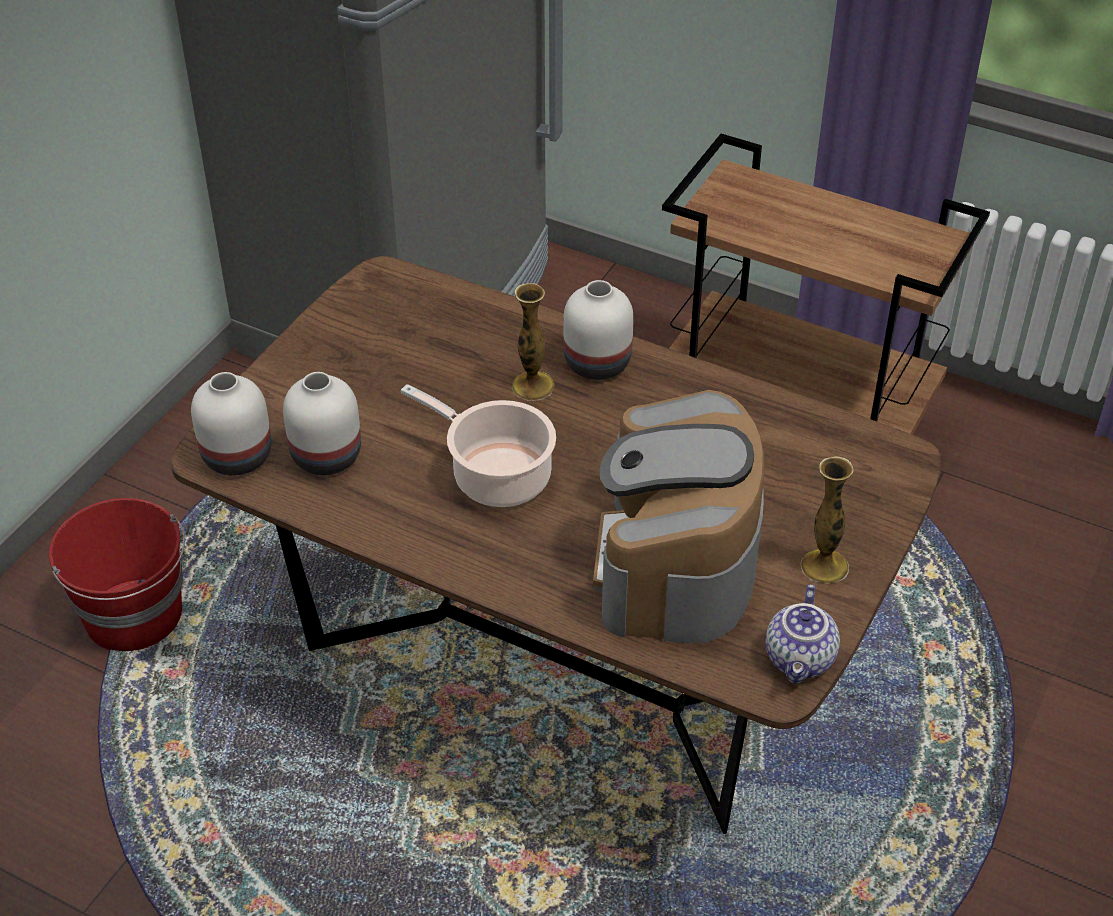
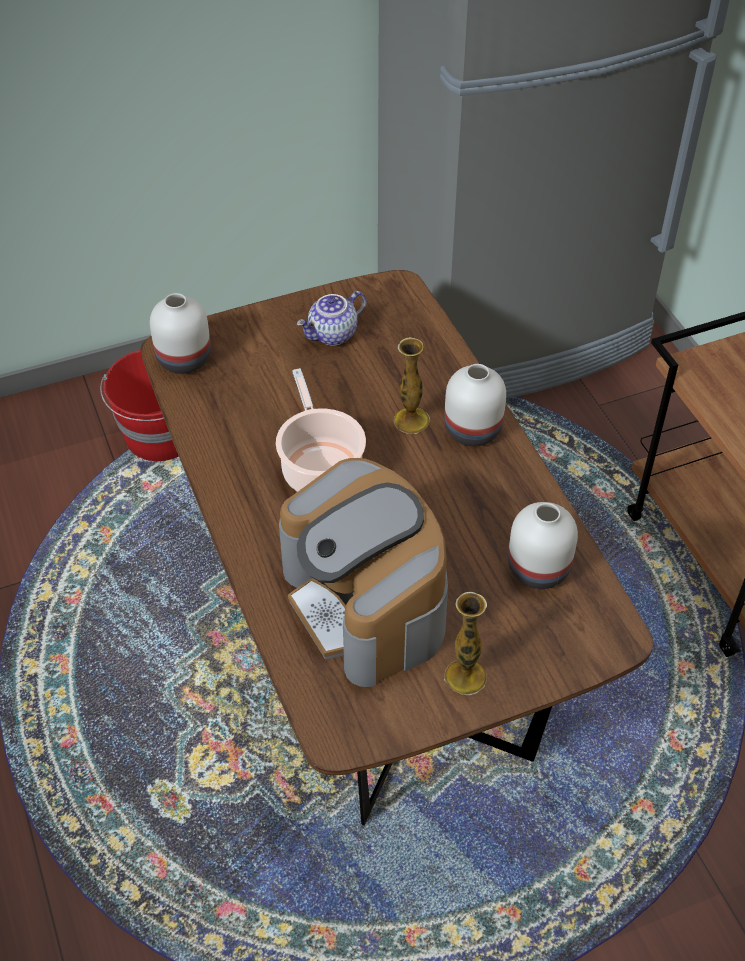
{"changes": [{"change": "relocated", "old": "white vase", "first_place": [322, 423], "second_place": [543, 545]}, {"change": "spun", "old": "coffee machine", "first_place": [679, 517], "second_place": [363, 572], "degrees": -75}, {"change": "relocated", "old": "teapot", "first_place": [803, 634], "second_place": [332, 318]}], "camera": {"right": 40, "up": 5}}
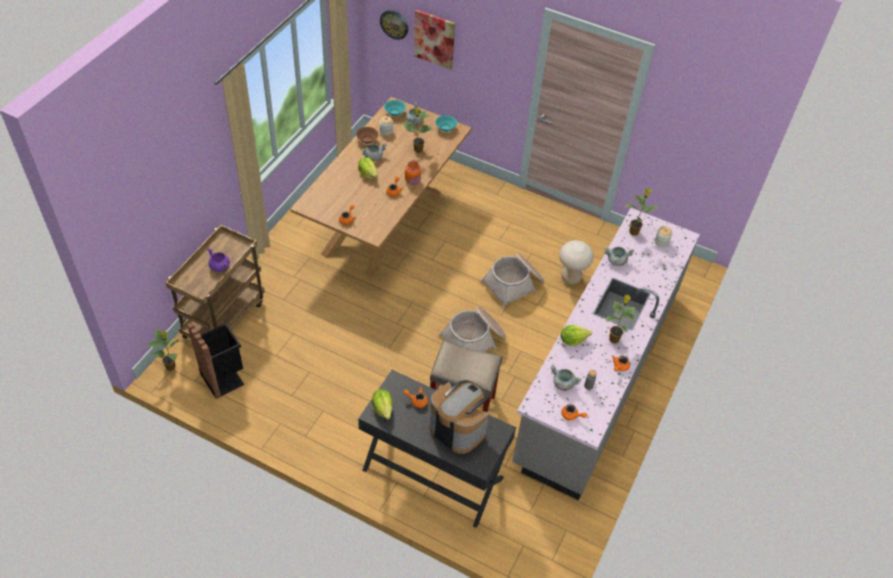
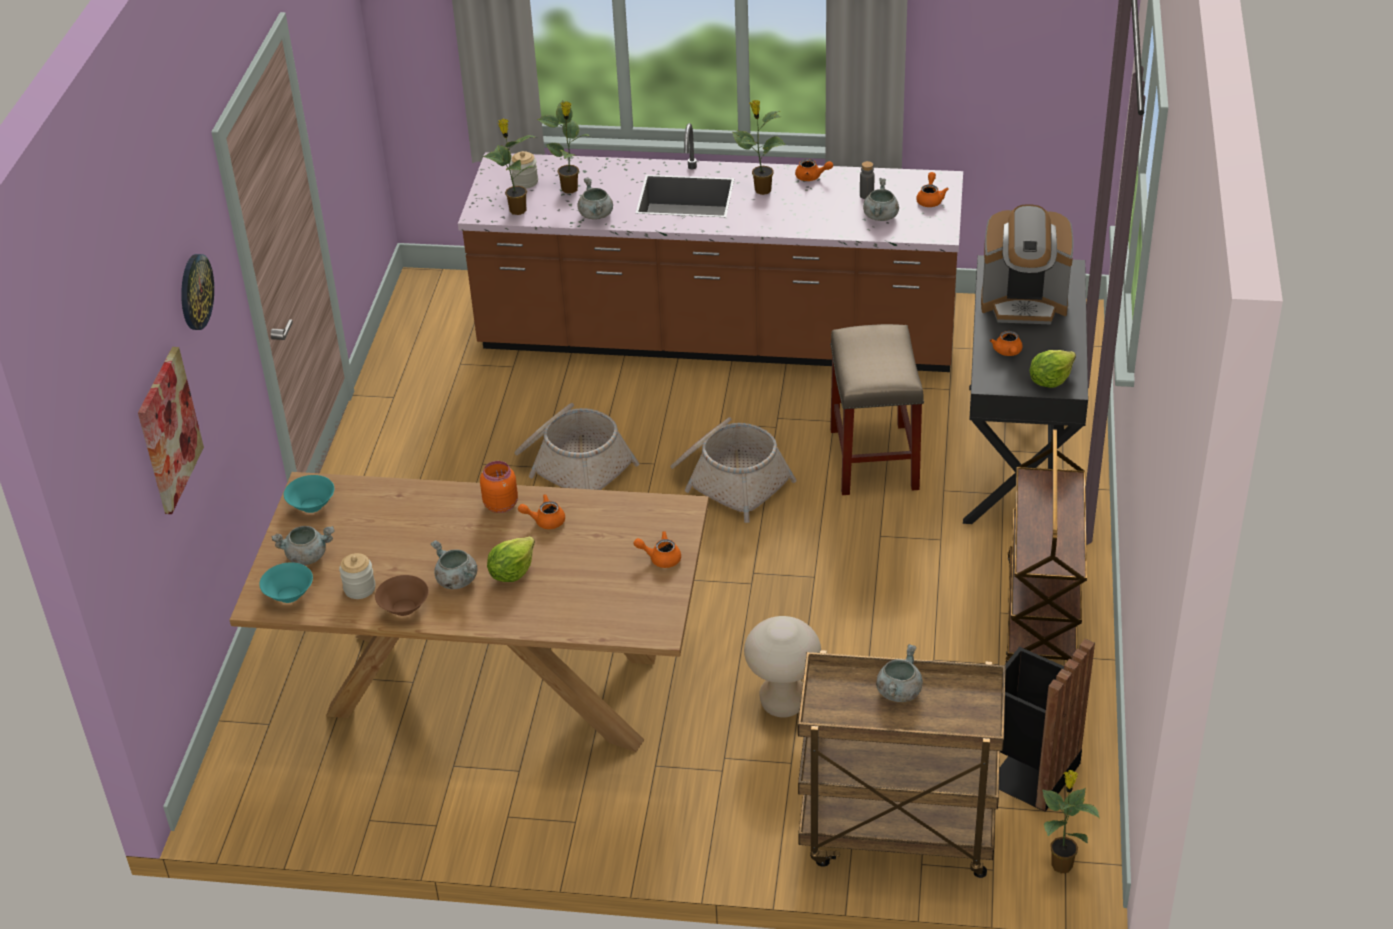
{"changes": [{"change": "colour", "old": "purple cooking pot", "new": "grey cooking pot", "first_place": [218, 260], "second_place": [899, 673]}, {"change": "relocated", "old": "wall clock", "first_place": [394, 25], "second_place": [197, 292]}, {"change": "relocated", "old": "potted plant", "first_place": [417, 130], "second_place": [563, 147]}, {"change": "spun", "old": "coffee machine", "first_place": [459, 417], "second_place": [1027, 264], "degrees": -105}, {"change": "colour", "old": "grey counter", "new": "brown counter", "first_place": [606, 354], "second_place": [710, 247]}, {"change": "relocated", "old": "beige stool", "first_place": [576, 262], "second_place": [782, 666]}, {"change": "missing", "old": "lettuce", "first_place": [576, 335]}, {"change": "appeared", "new": "brown cart", "second_place": [1046, 546]}], "camera": {"right": -105, "up": -10}}
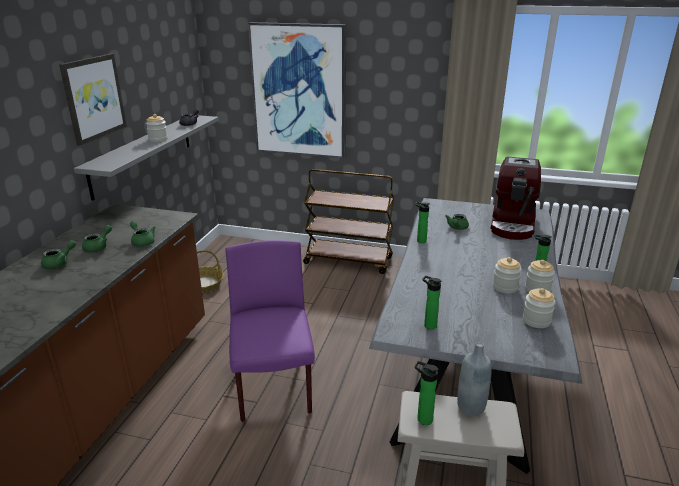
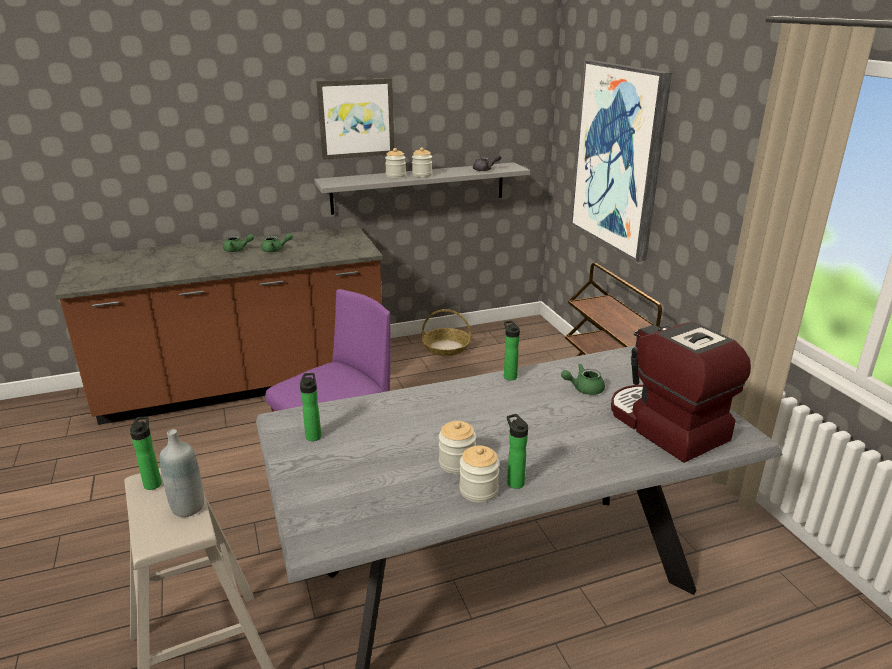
{"changes": [{"change": "missing", "old": "green teapot", "first_place": [143, 234]}, {"change": "spun", "old": "coffee machine", "first_place": [516, 198], "second_place": [681, 392], "degrees": 75}, {"change": "relocated", "old": "jar", "first_place": [539, 308], "second_place": [395, 163]}], "camera": {"right": 55, "up": 0}}
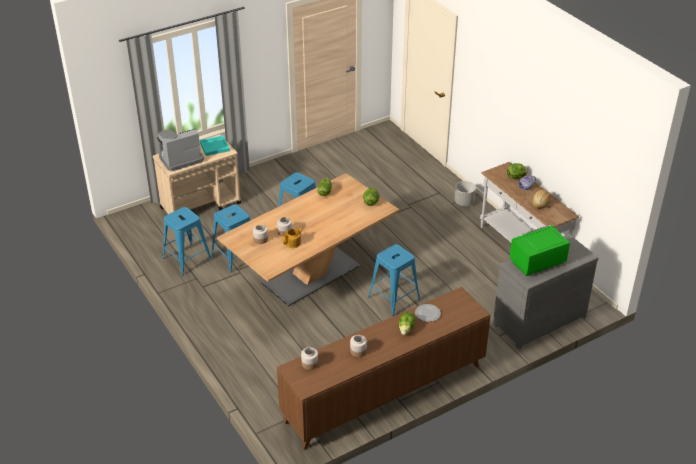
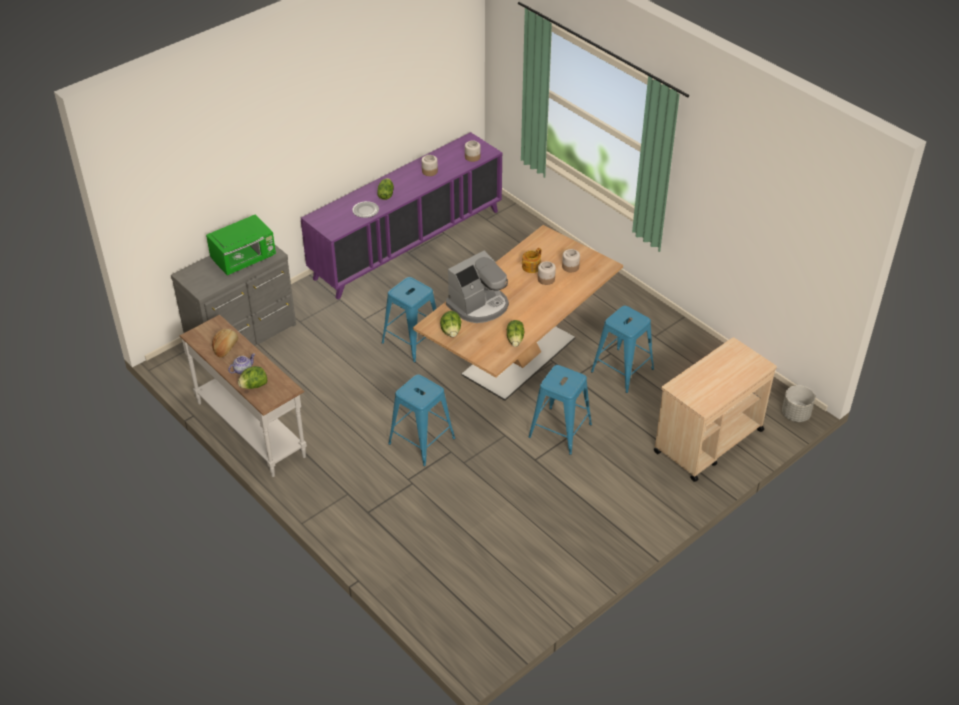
{"changes": [{"change": "relocated", "old": "coffee machine", "first_place": [180, 150], "second_place": [477, 287]}, {"change": "relocated", "old": "blue stool", "first_place": [187, 241], "second_place": [421, 420]}, {"change": "missing", "old": "turquoise tray", "first_place": [215, 145]}, {"change": "colour", "old": "brown cabinet", "new": "purple cabinet", "first_place": [383, 368], "second_place": [401, 216]}, {"change": "relocated", "old": "grey planter", "first_place": [465, 193], "second_place": [798, 403]}], "camera": {"right": 170, "up": 5}}
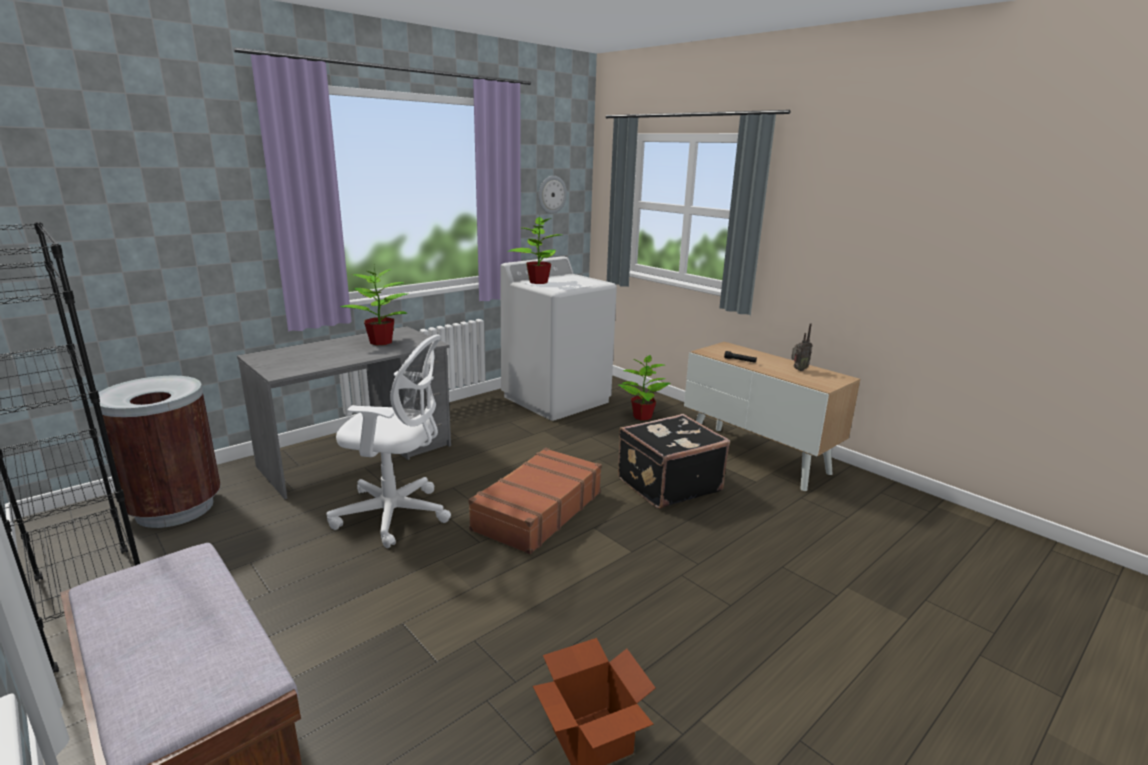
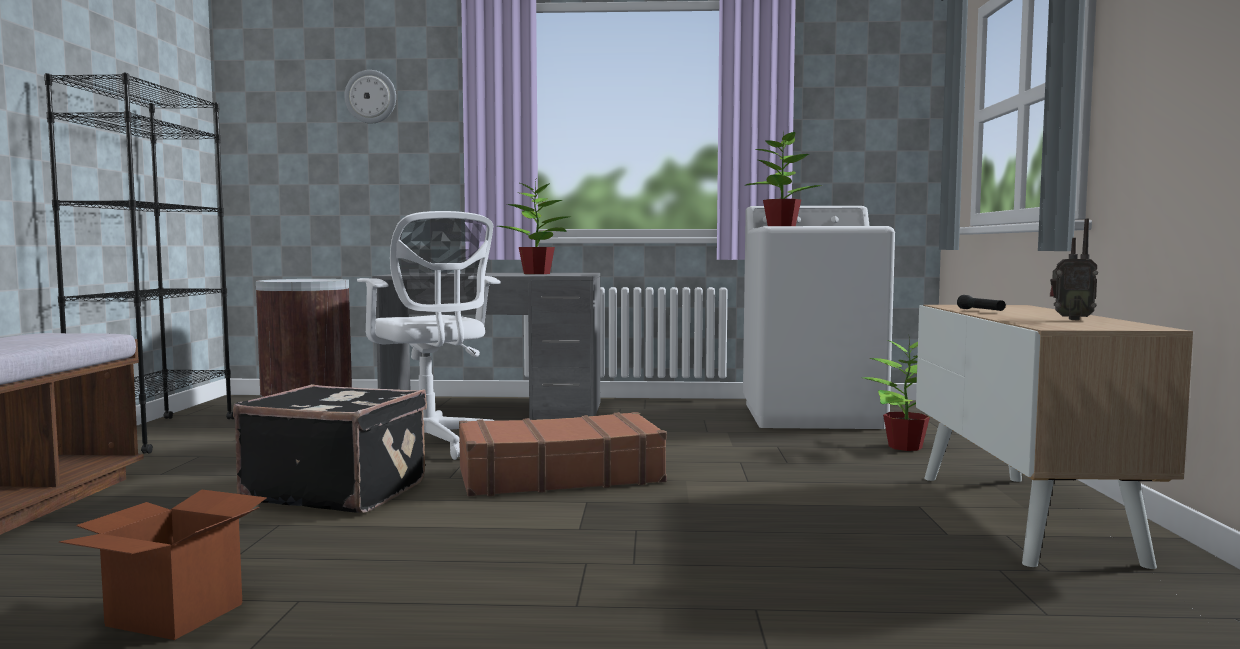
{"changes": [{"change": "relocated", "old": "wall clock", "first_place": [553, 195], "second_place": [370, 97]}, {"change": "relocated", "old": "black suitcase", "first_place": [674, 461], "second_place": [330, 448]}], "camera": {"right": 45, "up": -15}}
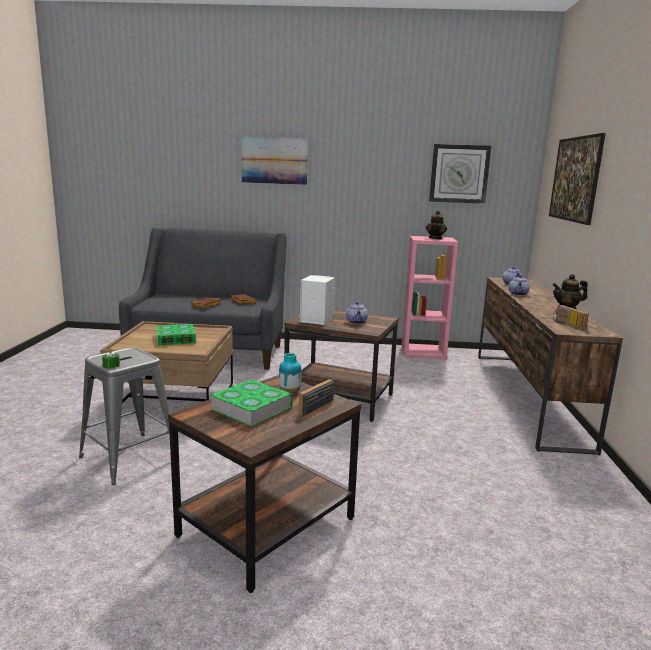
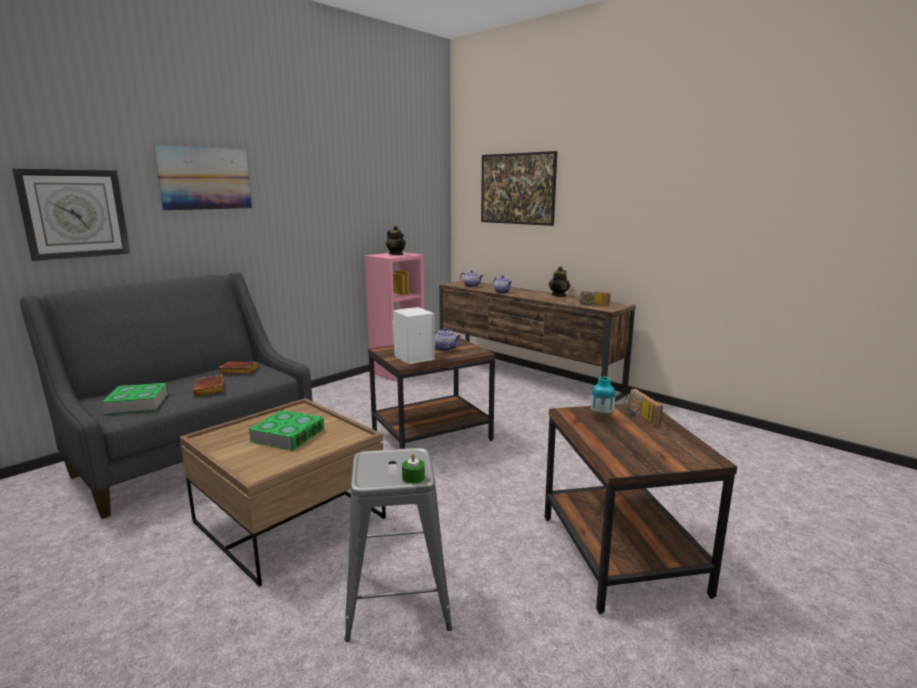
{"changes": [{"change": "relocated", "old": "book", "first_place": [251, 403], "second_place": [135, 398]}, {"change": "relocated", "old": "wall clock", "first_place": [460, 174], "second_place": [71, 214]}], "camera": {"right": -50, "up": 0}}
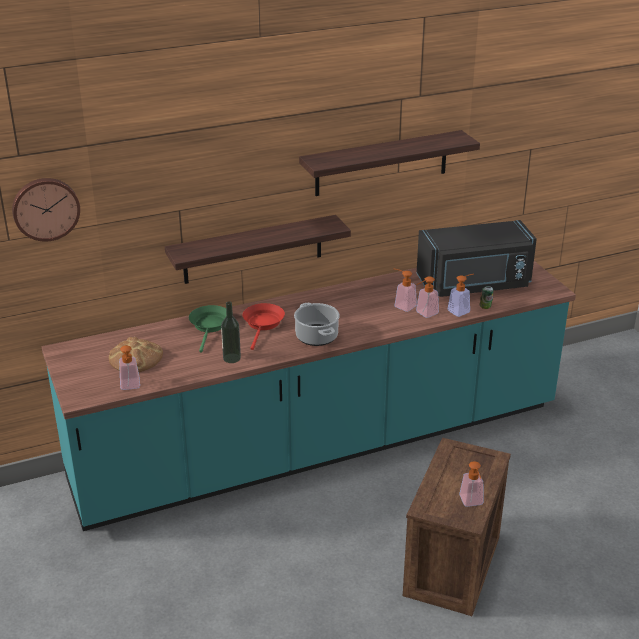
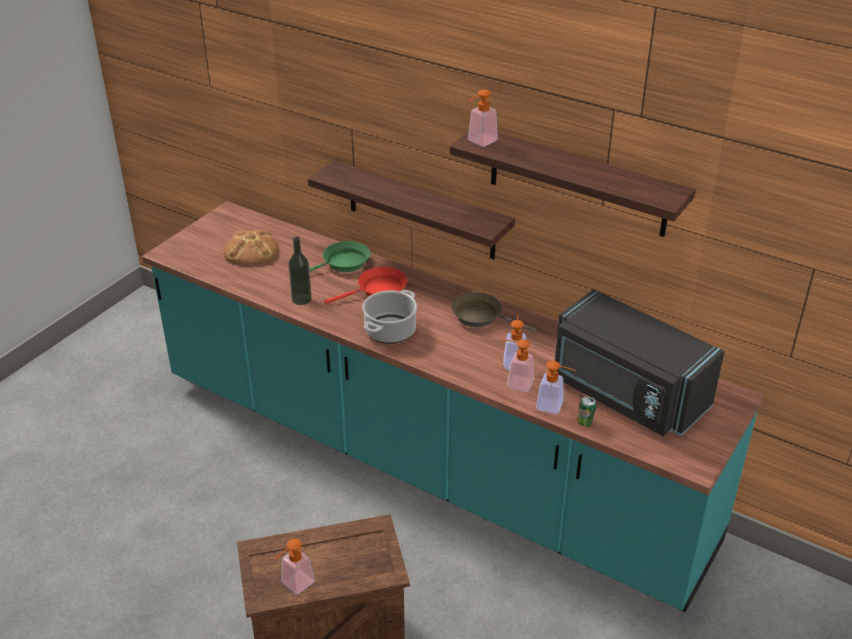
{"changes": [{"change": "missing", "old": "wall clock", "first_place": [46, 210]}, {"change": "relocated", "old": "soap dispenser", "first_place": [129, 367], "second_place": [483, 118]}, {"change": "appeared", "new": "brown frying pan", "second_place": [494, 312]}], "camera": {"right": 55, "up": 5}}
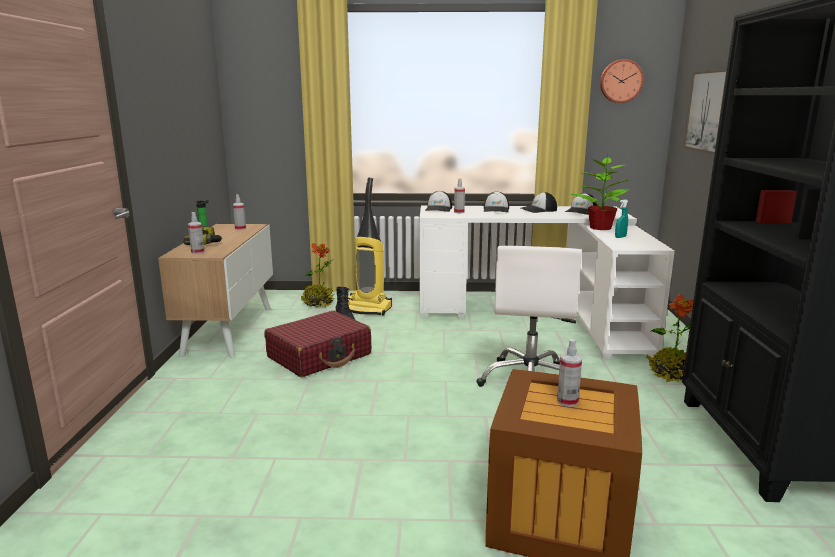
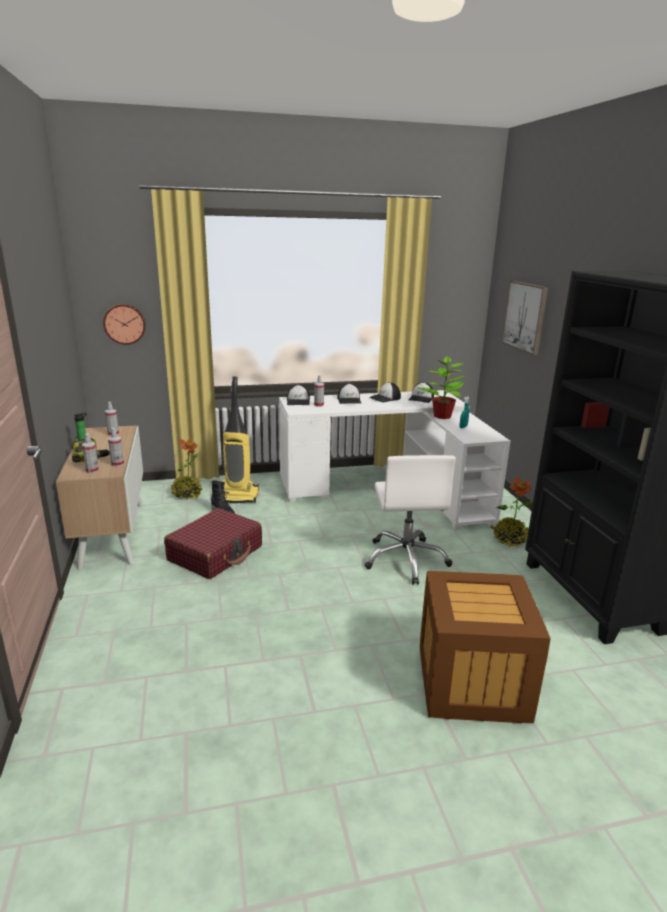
{"changes": [{"change": "relocated", "old": "spray bottle", "first_place": [569, 373], "second_place": [116, 447]}, {"change": "relocated", "old": "wall clock", "first_place": [622, 81], "second_place": [124, 324]}], "camera": {"right": -15, "up": 5}}
